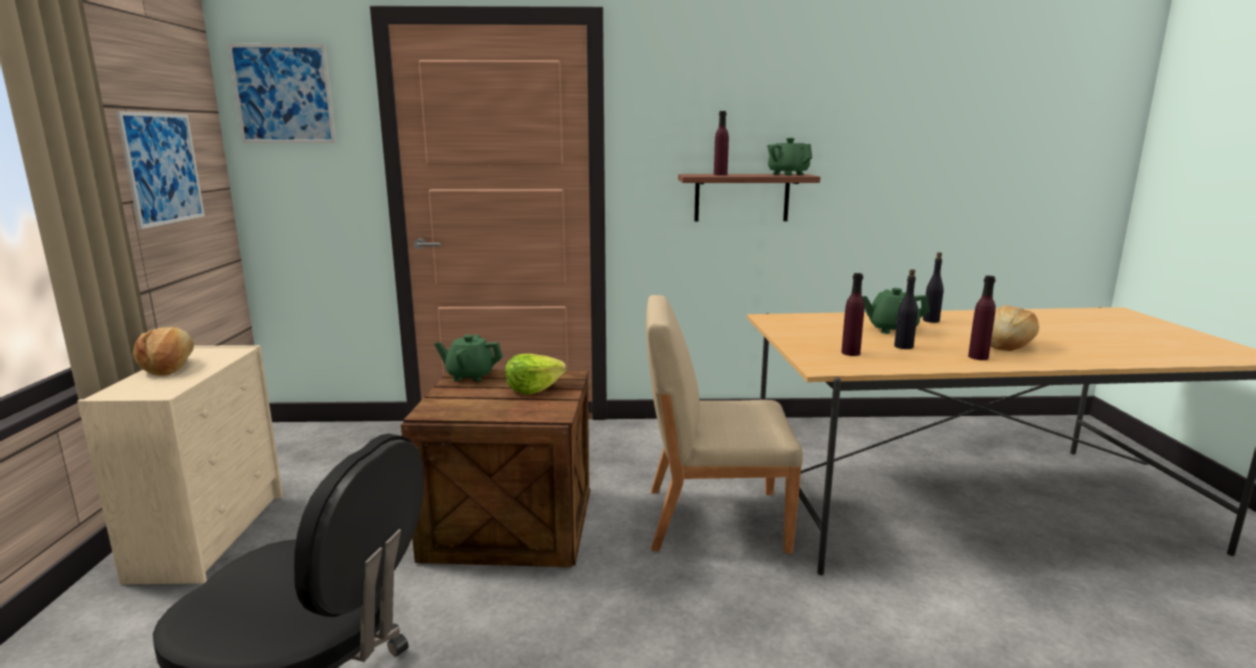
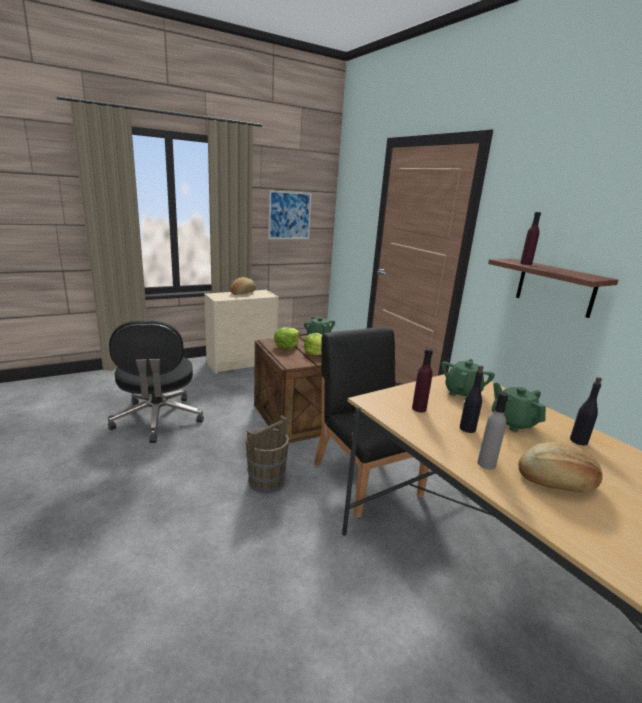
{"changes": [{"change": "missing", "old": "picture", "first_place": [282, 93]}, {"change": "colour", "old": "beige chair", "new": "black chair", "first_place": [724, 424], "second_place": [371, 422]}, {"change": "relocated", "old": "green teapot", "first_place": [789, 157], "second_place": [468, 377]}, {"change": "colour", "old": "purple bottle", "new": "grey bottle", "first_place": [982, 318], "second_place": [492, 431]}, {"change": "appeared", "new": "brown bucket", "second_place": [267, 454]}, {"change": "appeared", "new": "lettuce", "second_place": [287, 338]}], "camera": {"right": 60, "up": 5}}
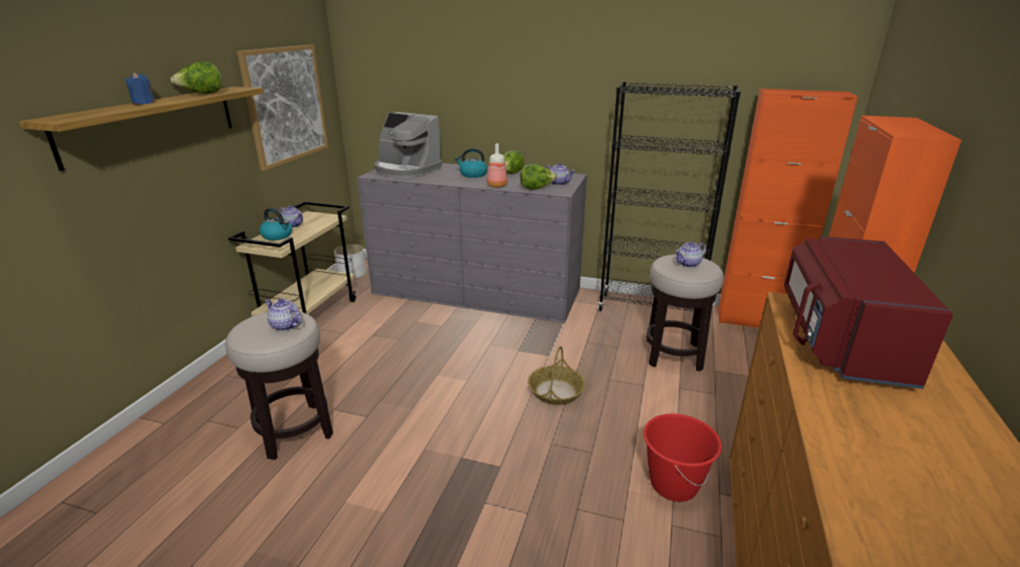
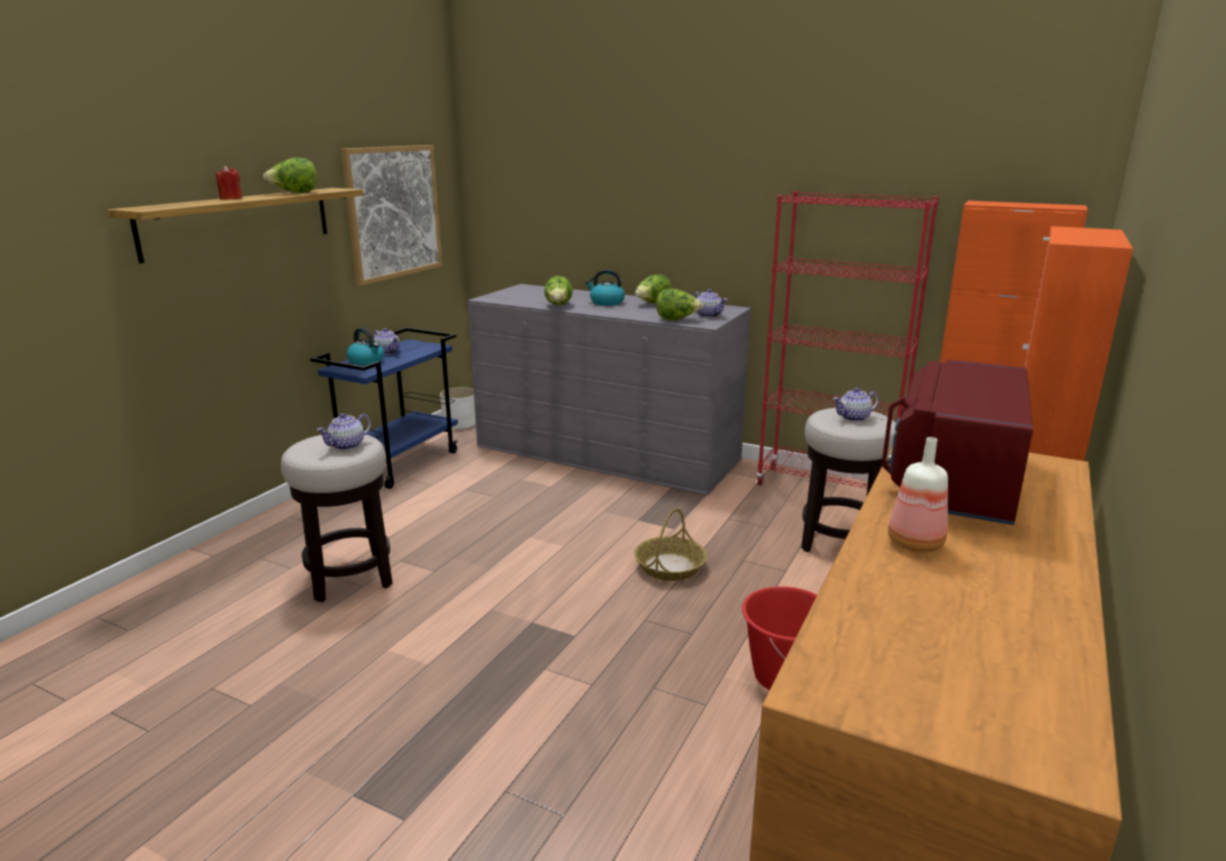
{"changes": [{"change": "colour", "old": "blue candle", "new": "red candle", "first_place": [140, 88], "second_place": [229, 183]}, {"change": "colour", "old": "beige cart", "new": "blue cart", "first_place": [292, 258], "second_place": [384, 408]}, {"change": "spun", "old": "teapot", "first_place": [283, 315], "second_place": [344, 431], "degrees": -90}, {"change": "missing", "old": "coffee machine", "first_place": [408, 145]}, {"change": "relocated", "old": "bottle", "first_place": [497, 165], "second_place": [918, 494]}, {"change": "colour", "old": "black bookcase", "new": "red bookcase", "first_place": [669, 196], "second_place": [847, 340]}, {"change": "appeared", "new": "lettuce", "second_place": [558, 290]}], "camera": {"right": 10, "up": -5}}
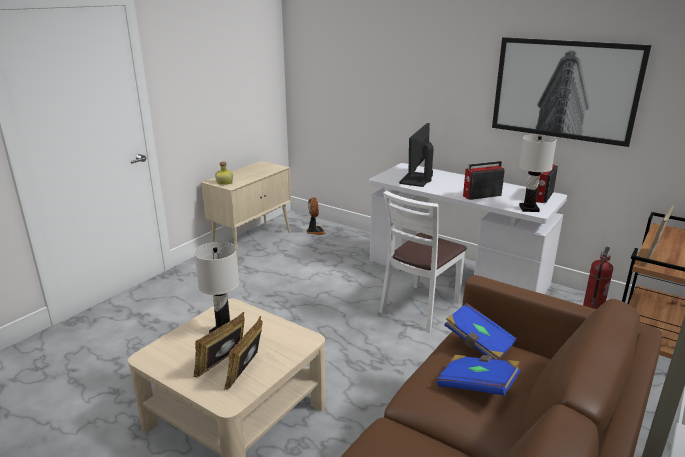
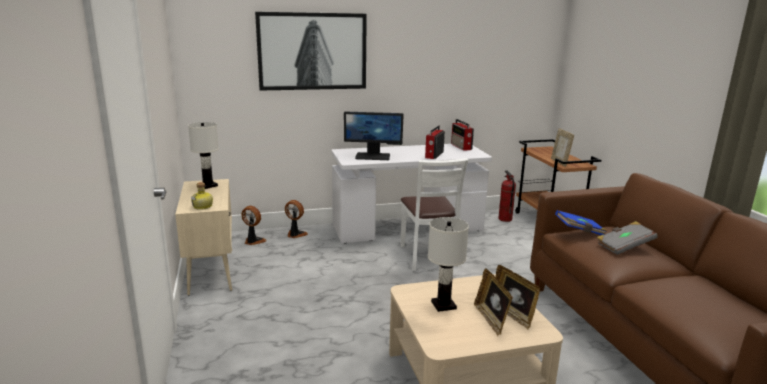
{"changes": [{"change": "spun", "old": "monitor", "first_place": [416, 155], "second_place": [374, 135], "degrees": -60}, {"change": "colour", "old": "blue book", "new": "grey book", "first_place": [479, 375], "second_place": [627, 238]}, {"change": "relocated", "old": "picture", "first_place": [571, 92], "second_place": [311, 51]}, {"change": "relocated", "old": "white table lamp", "first_place": [538, 173], "second_place": [203, 155]}, {"change": "appeared", "new": "fan", "second_place": [296, 219]}], "camera": {"right": -50, "up": -5}}
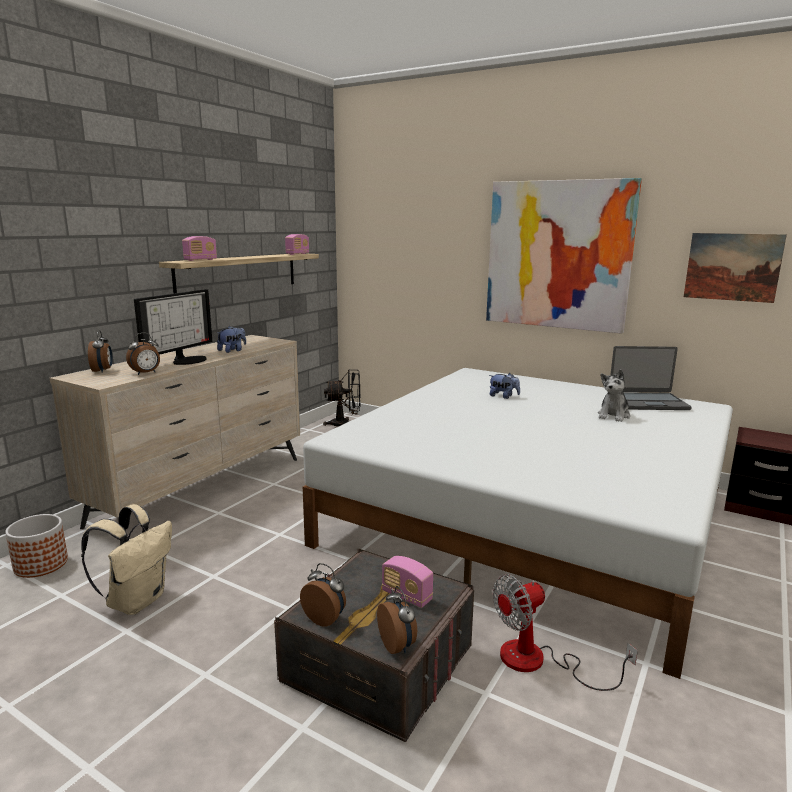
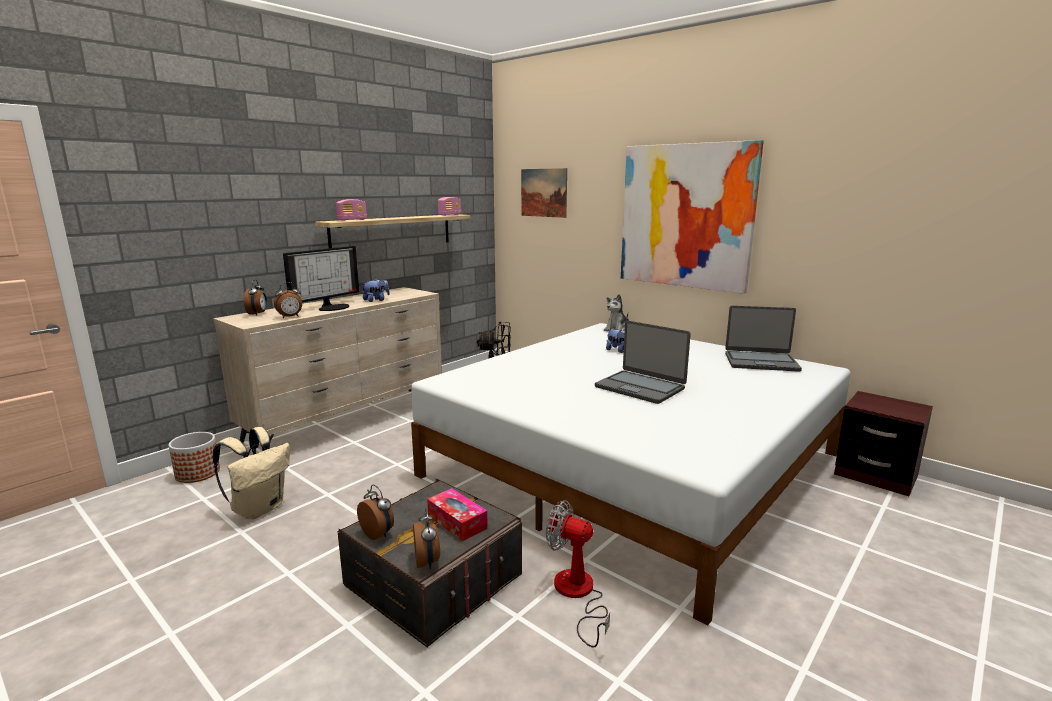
{"changes": [{"change": "exchanged", "old": "radio", "new": "tissue box", "first_place": [407, 582], "second_place": [457, 514]}, {"change": "spun", "old": "fan", "first_place": [565, 632], "second_place": [578, 574], "degrees": 45}, {"change": "relocated", "old": "plush toy", "first_place": [614, 395], "second_place": [616, 312]}, {"change": "relocated", "old": "picture", "first_place": [735, 268], "second_place": [544, 193]}, {"change": "appeared", "new": "laptop", "second_place": [643, 362]}], "camera": {"right": 10, "up": 0}}
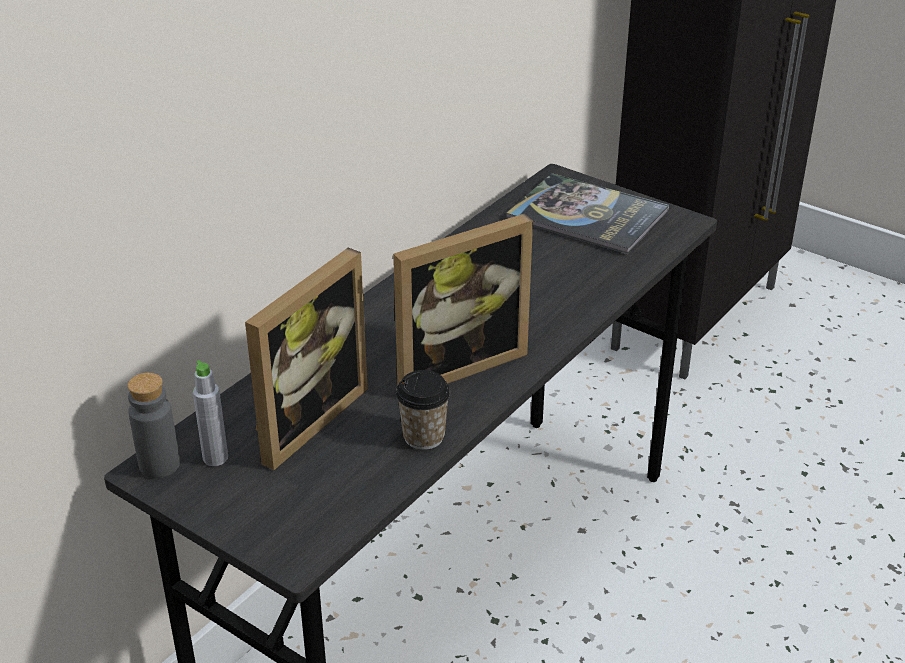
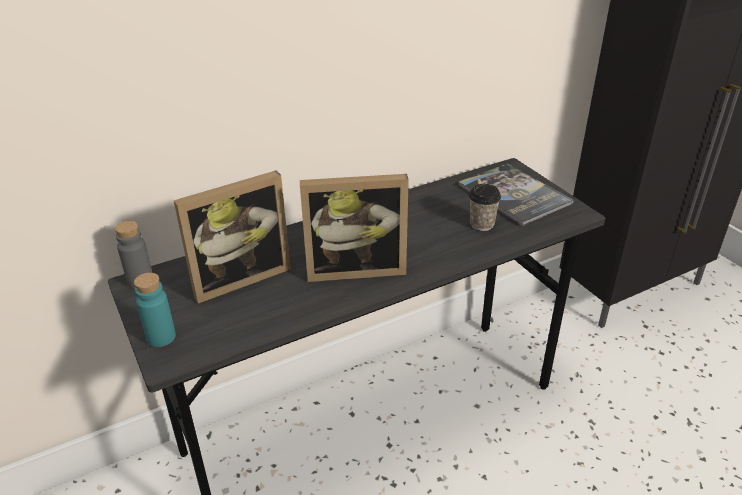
{"changes": [{"change": "missing", "old": "grey bottle", "first_place": [210, 413]}, {"change": "relocated", "old": "cup", "first_place": [423, 410], "second_place": [485, 207]}, {"change": "appeared", "new": "turquoise bottle", "second_place": [155, 310]}], "camera": {"right": 25, "up": 0}}
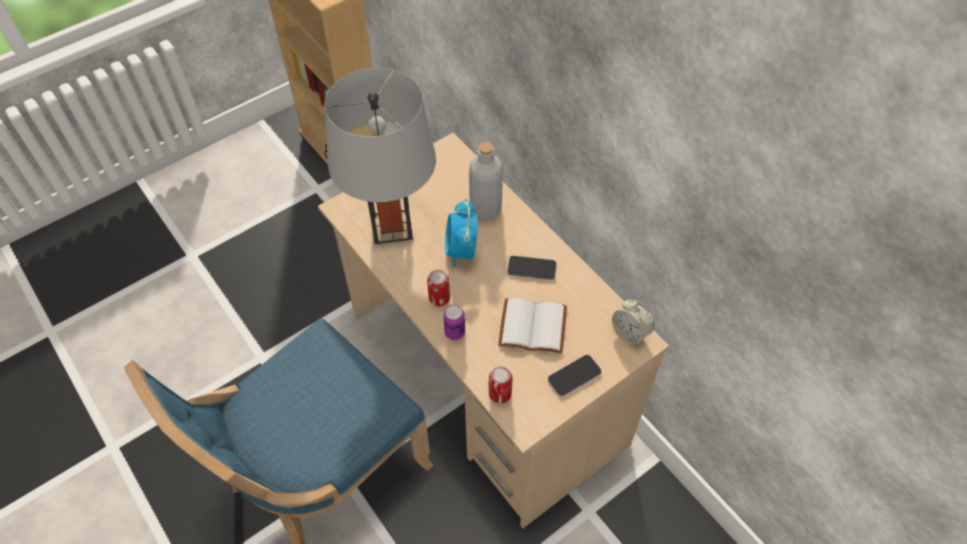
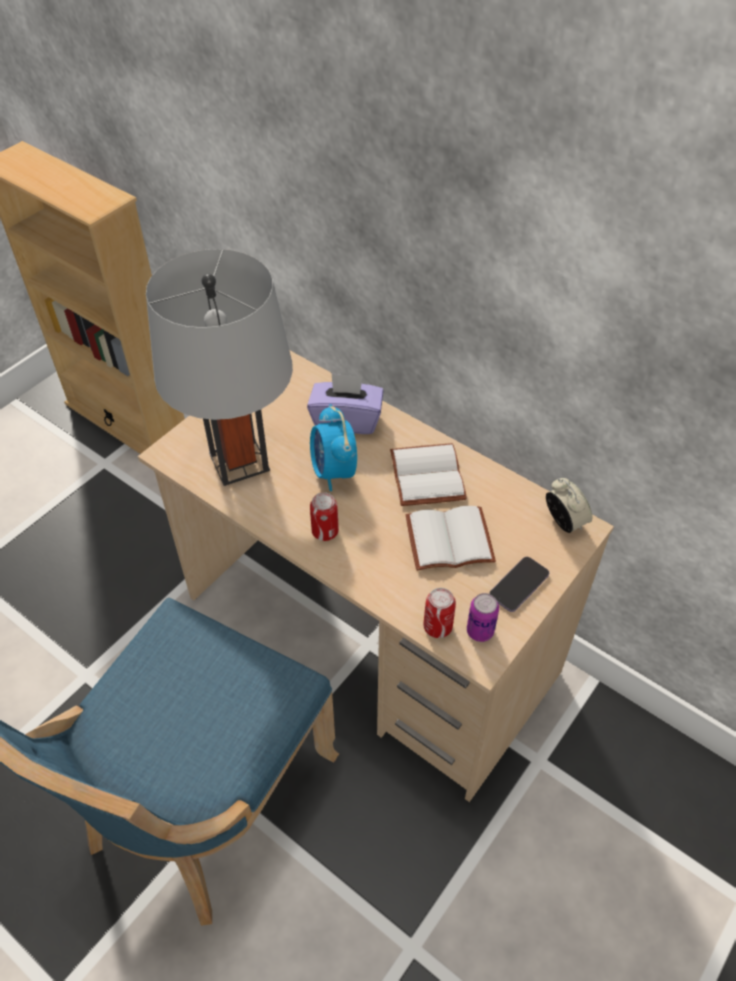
{"changes": [{"change": "relocated", "old": "can", "first_place": [454, 322], "second_place": [483, 617]}, {"change": "exchanged", "old": "grey bottle", "new": "purple tissue box", "first_place": [486, 181], "second_place": [345, 403]}, {"change": "exchanged", "old": "phone", "new": "white book", "first_place": [532, 268], "second_place": [428, 474]}, {"change": "spun", "old": "alarm clock", "first_place": [633, 322], "second_place": [569, 505], "degrees": -150}], "camera": {"right": -15, "up": -5}}
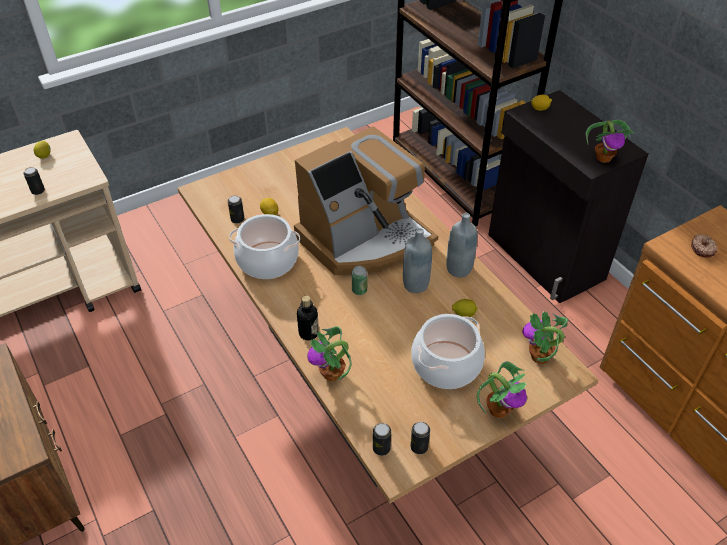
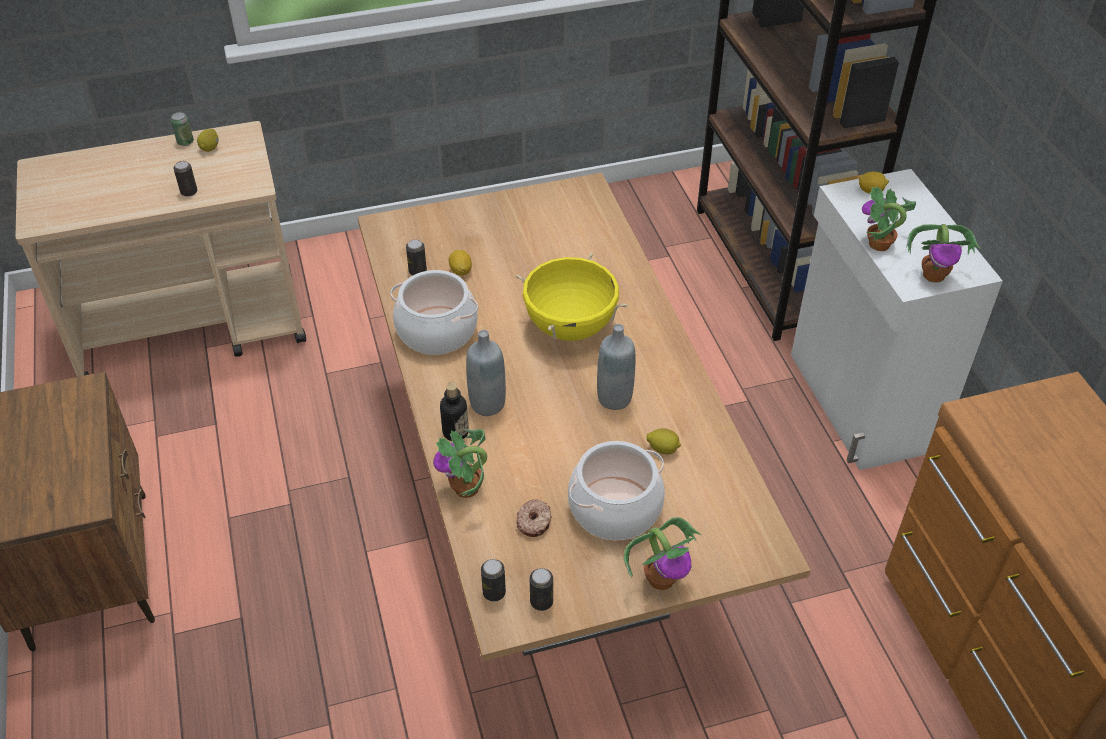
{"changes": [{"change": "exchanged", "old": "coffee machine", "new": "yellow cooking pot", "first_place": [366, 200], "second_place": [571, 297]}, {"change": "relocated", "old": "can", "first_place": [359, 280], "second_place": [182, 129]}, {"change": "relocated", "old": "grey bottle", "first_place": [462, 245], "second_place": [486, 373]}, {"change": "colour", "old": "black cabinet", "new": "white cabinet", "first_place": [568, 196], "second_place": [897, 319]}, {"change": "relocated", "old": "potted plant", "first_place": [545, 337], "second_place": [889, 219]}, {"change": "relocated", "old": "donut", "first_place": [704, 246], "second_place": [534, 518]}], "camera": {"right": 15, "up": 0}}
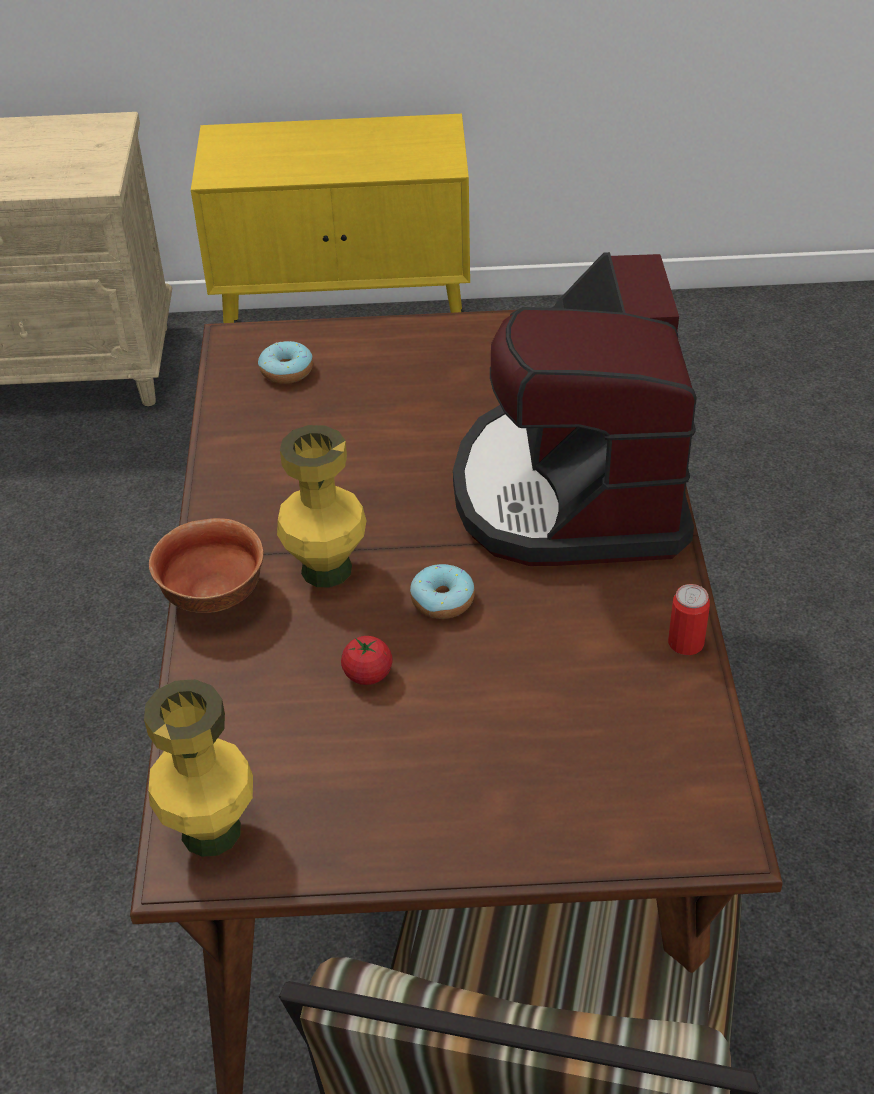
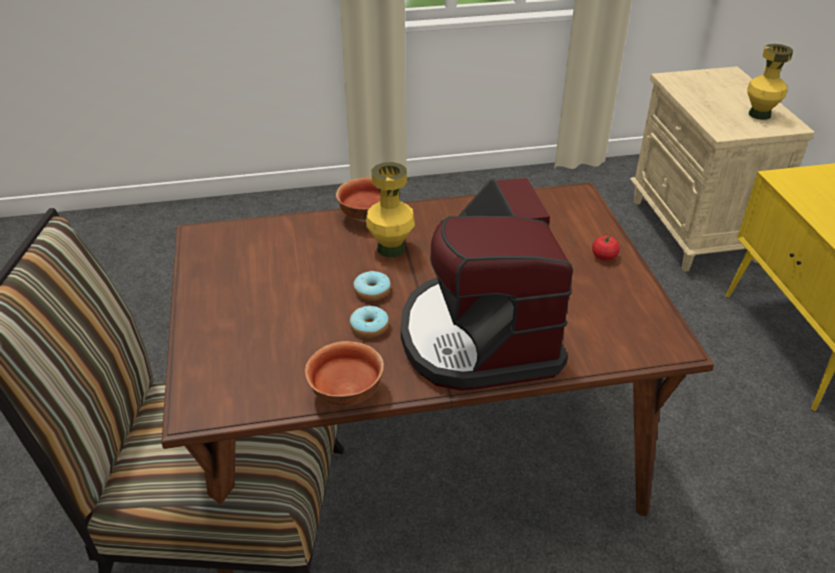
{"changes": [{"change": "relocated", "old": "yellow vase", "first_place": [198, 768], "second_place": [770, 82]}, {"change": "relocated", "old": "donut", "first_place": [285, 362], "second_place": [369, 322]}, {"change": "relocated", "old": "tomato", "first_place": [366, 660], "second_place": [606, 248]}, {"change": "spun", "old": "coffee machine", "first_place": [575, 409], "second_place": [487, 284], "degrees": -90}, {"change": "exchanged", "old": "can", "new": "bowl", "first_place": [689, 619], "second_place": [344, 373]}], "camera": {"right": 80, "up": -5}}
